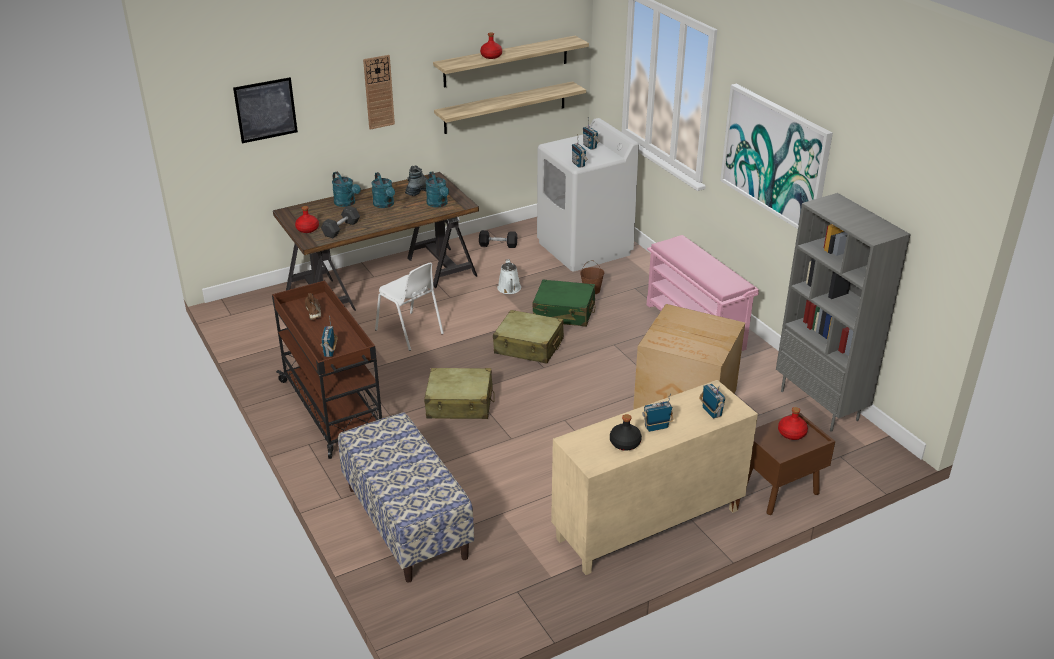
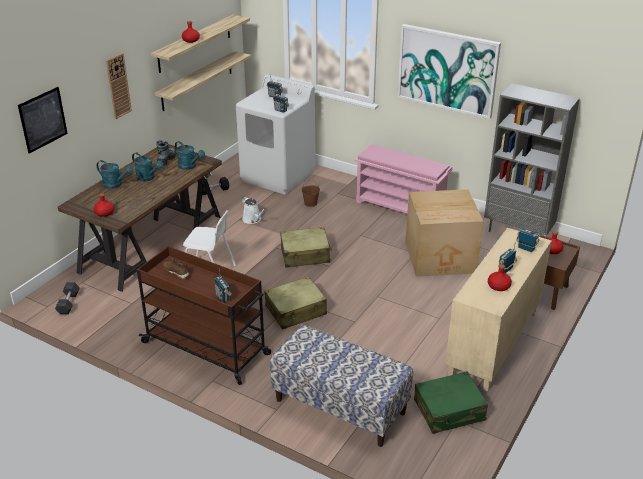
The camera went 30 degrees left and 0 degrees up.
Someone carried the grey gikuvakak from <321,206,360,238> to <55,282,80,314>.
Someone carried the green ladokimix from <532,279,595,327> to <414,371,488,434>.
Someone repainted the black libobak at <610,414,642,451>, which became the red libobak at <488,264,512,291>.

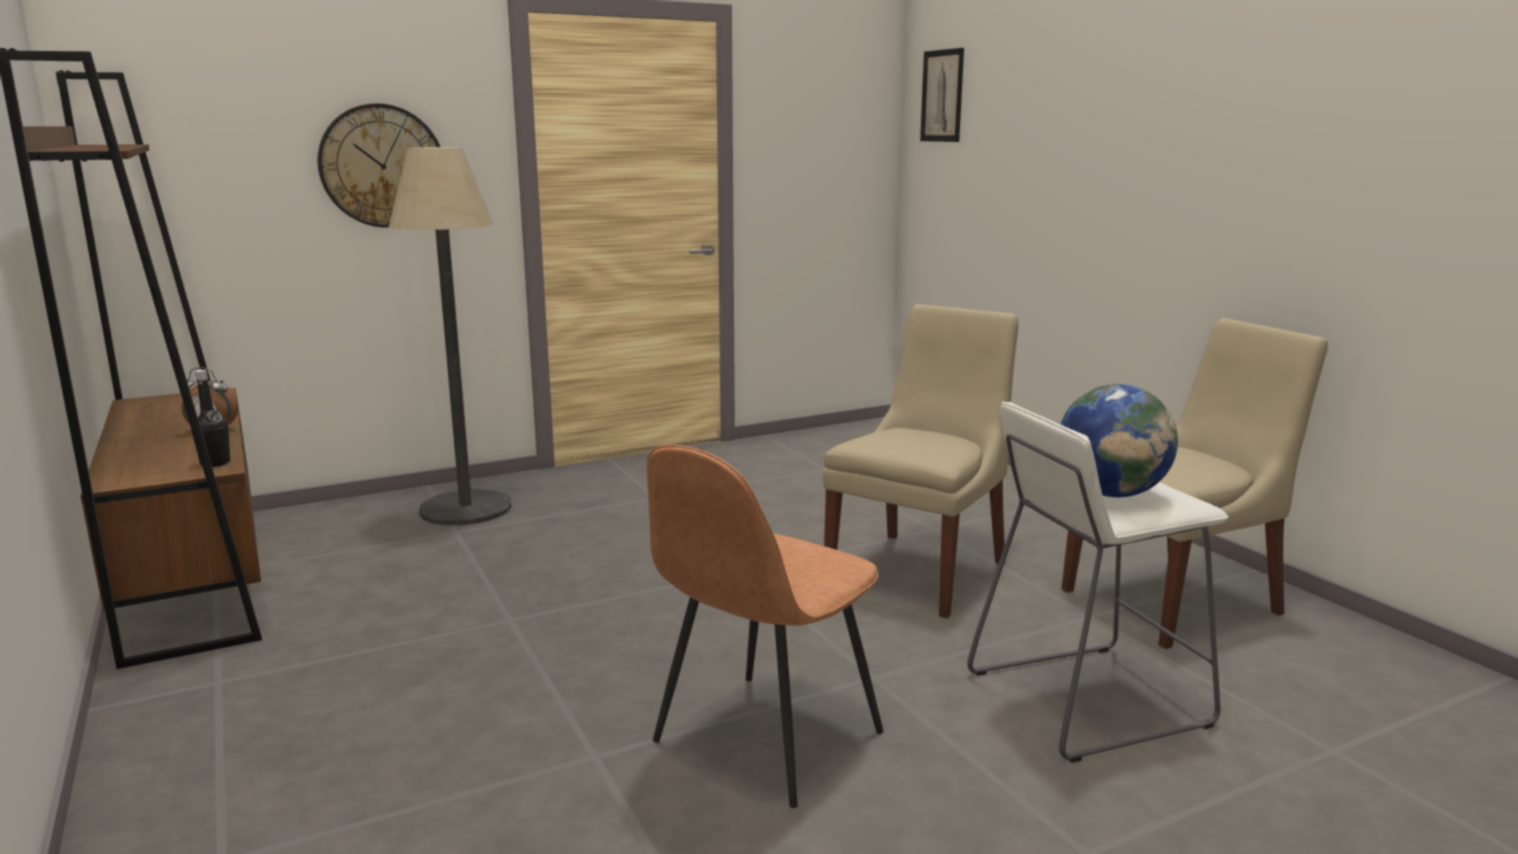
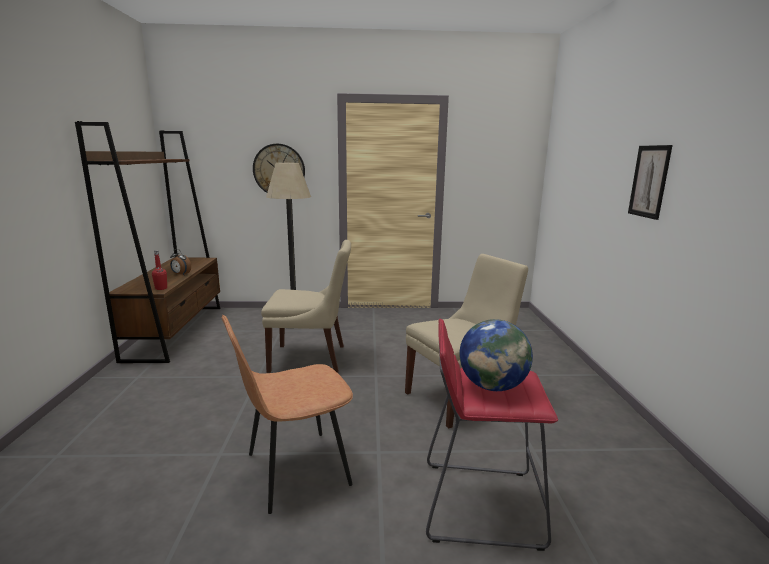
The camera went 25 degrees right and 0 degrees up.
Someone carried the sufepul from <920,48,964,142> to <628,145,673,220>.
Someone carried the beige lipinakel from <1062,318,1328,649> to <261,240,351,373>.
Someone repainted the black libobak at <191,370,230,467>, which became the red libobak at <152,251,167,290>.
Someone repainted the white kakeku at <967,402,1229,763>, which became the red kakeku at <426,319,558,551>.

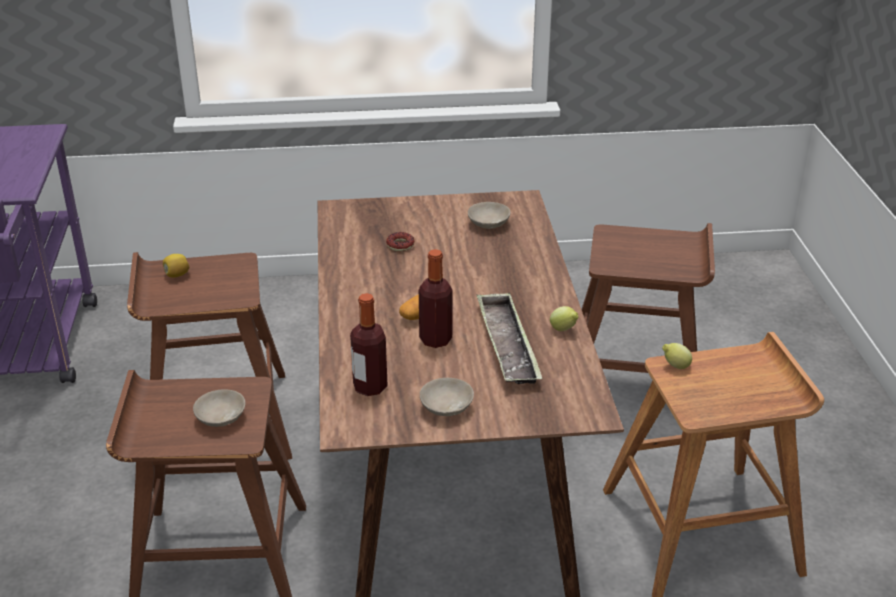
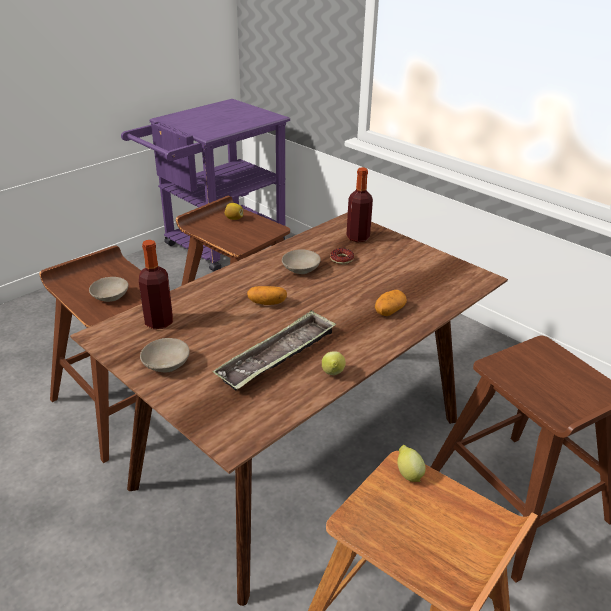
The camera went 50 degrees right and 0 degrees up.
Someone put down the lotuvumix at <375,290,407,316>.
Someone carried the libobak from <419,249,452,348> to <346,167,373,242>.
Someone carried the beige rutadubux from <468,202,511,229> to <282,249,321,274>.

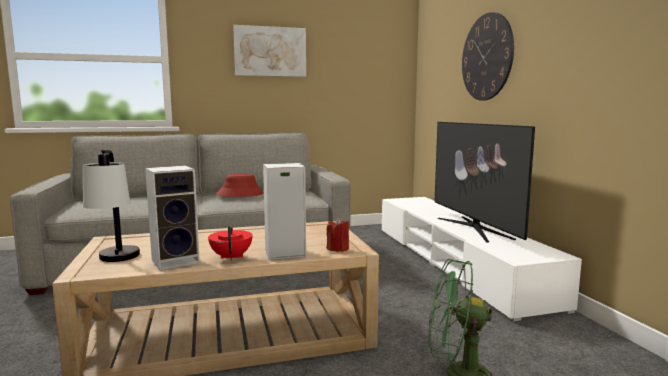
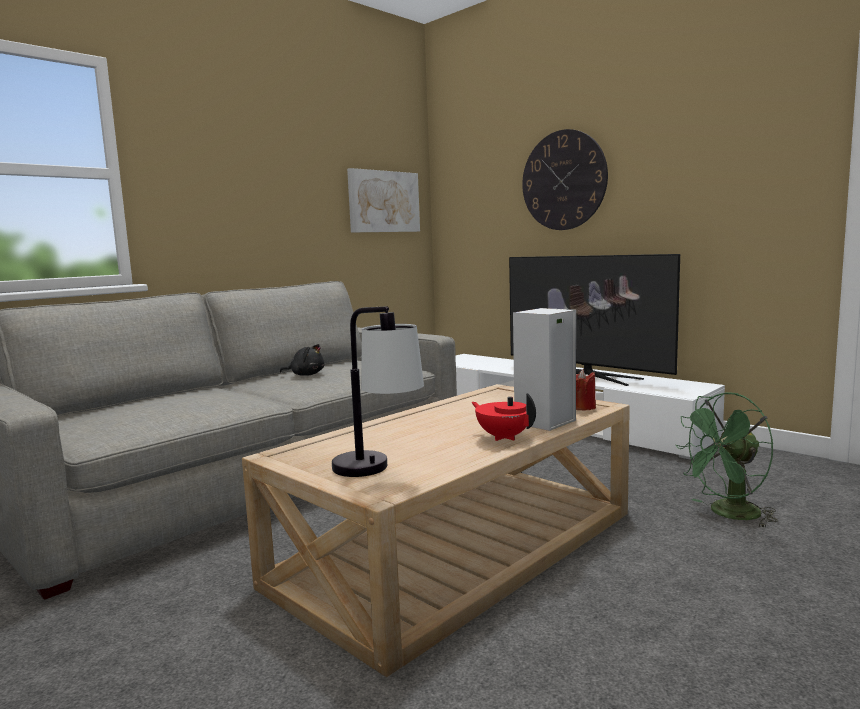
The camera went 30 degrees left and 0 degrees up.
Someone took away the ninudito at <145,166,200,270>.
Someone carried the sufepul from <233,25,306,77> to <347,168,420,233>.
Someone swapped the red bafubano at <216,174,264,197> for the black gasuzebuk at <280,344,324,376>.

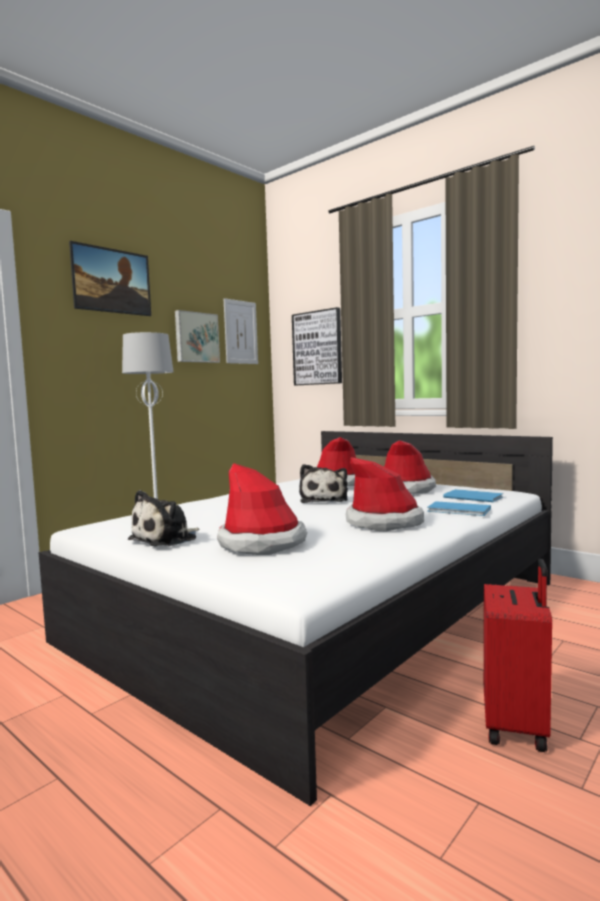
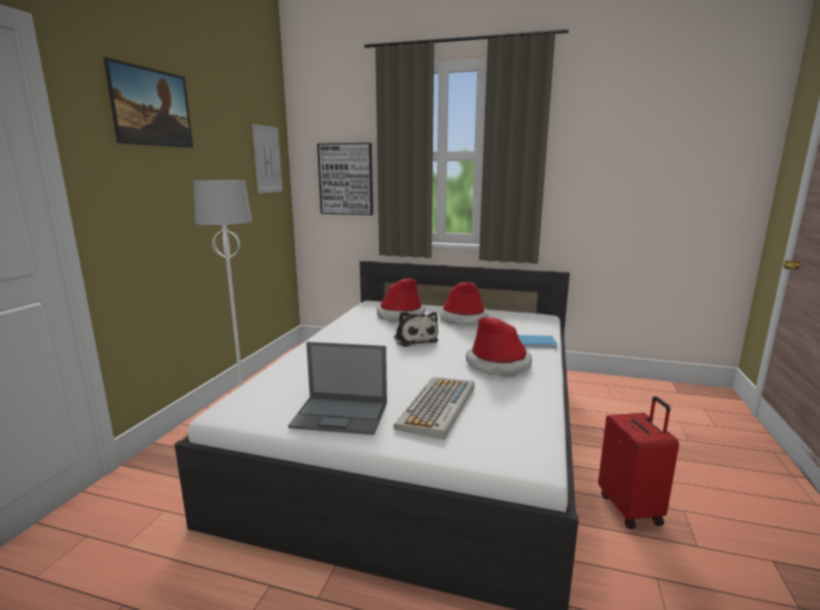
The camera went 25 degrees left and 10 degrees up.
Someone took away the sufepul at <175,310,220,363>.
Someone took away the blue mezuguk at <443,489,503,502>.
Someone swapped the gasuzebuk at <128,490,199,546> for the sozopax at <288,342,387,435>.
Someone swapped the bafubano at <217,463,307,555> for the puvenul at <393,377,475,440>.

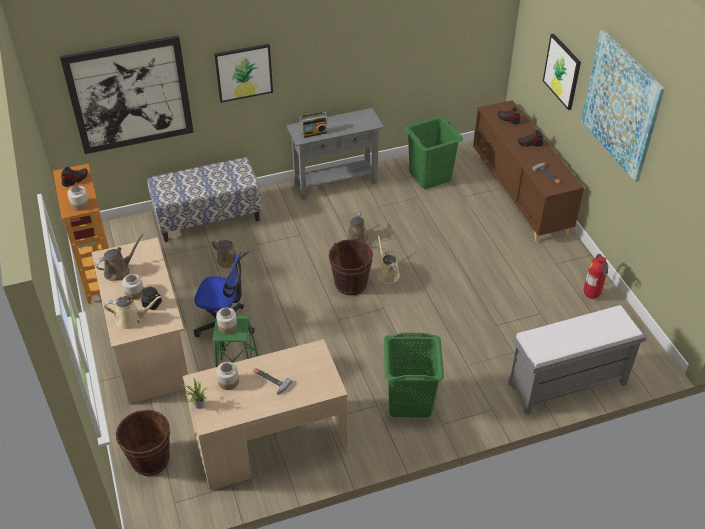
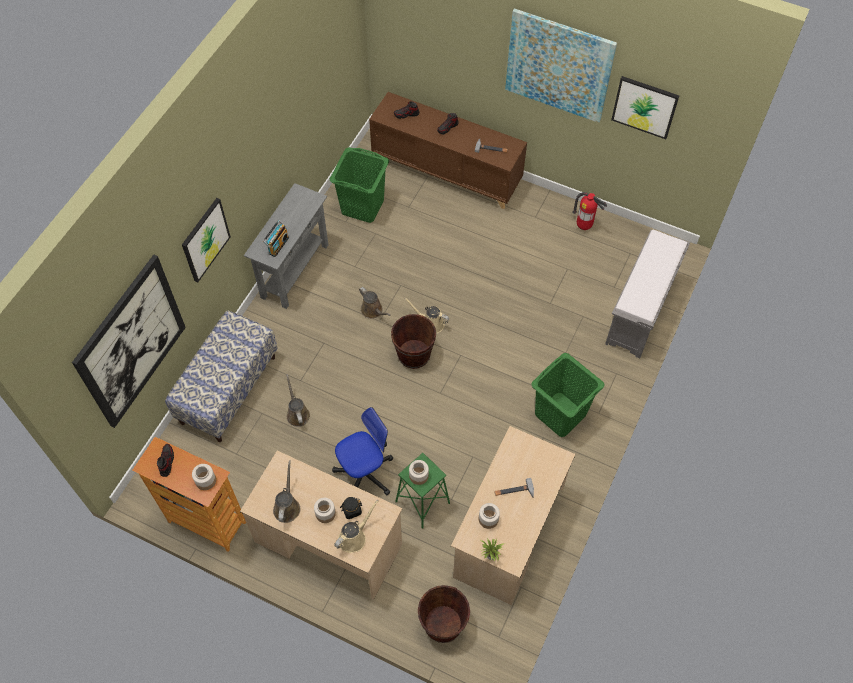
The camera went 45 degrees left and 15 degrees up.
Someone carried the sufepul from <543,34,581,110> to <611,76,679,139>.
Someone rotated the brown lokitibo at <211,239,253,268> by 90 degrees counterclockwise.

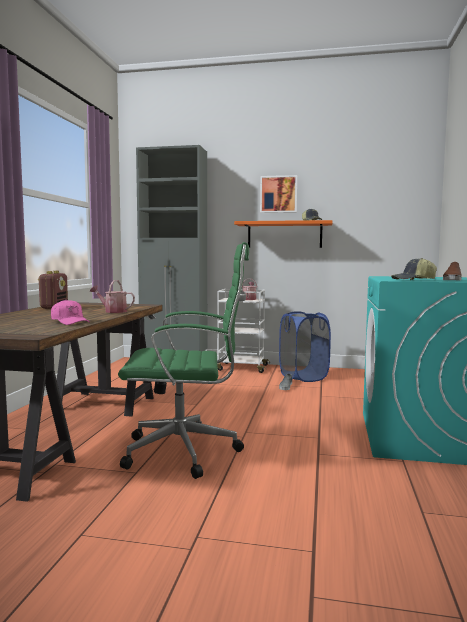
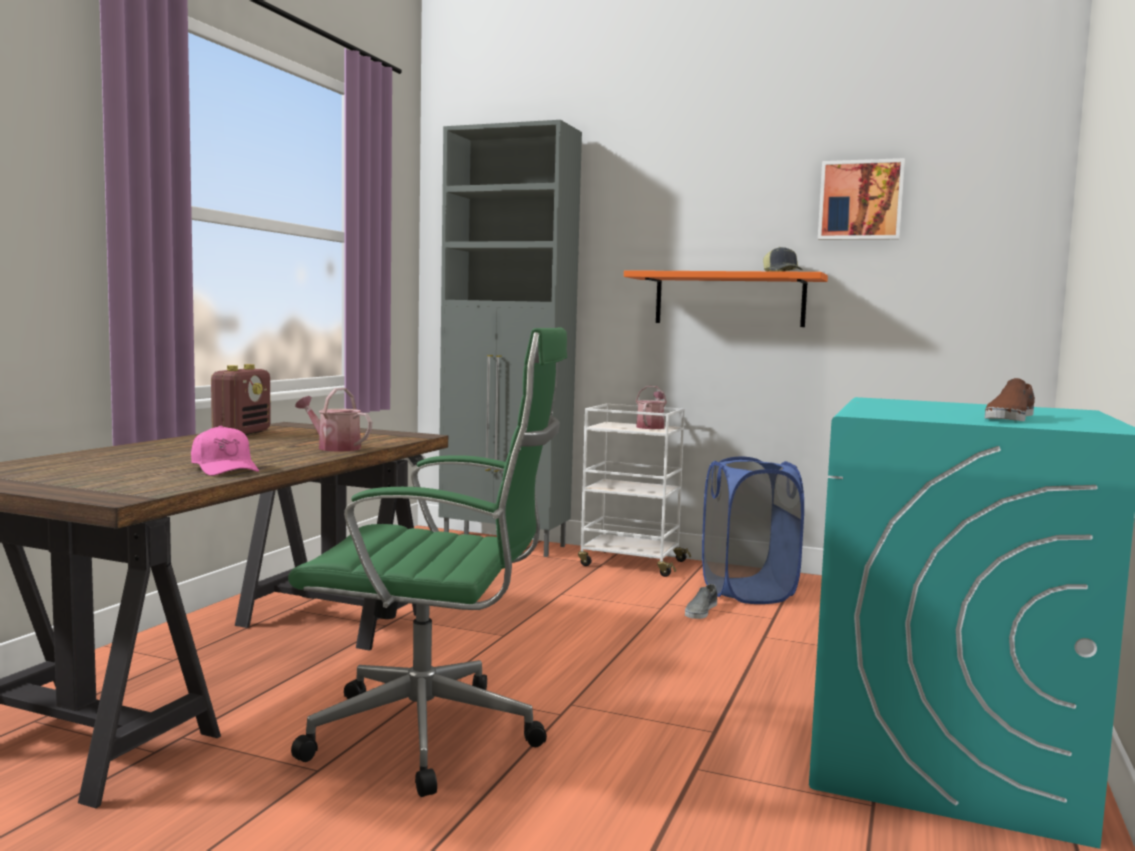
The camera went 10 degrees right and 0 degrees up.
Someone took away the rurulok at <391,258,437,280>.
Someone carried the sufepul from <260,175,297,213> to <818,158,905,240>.

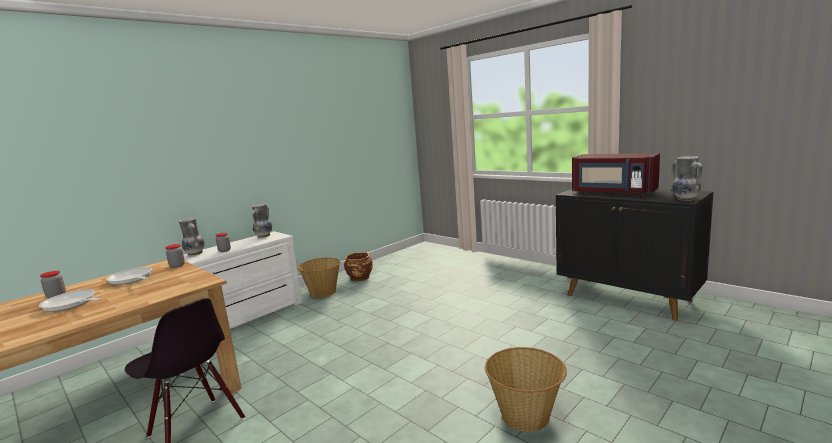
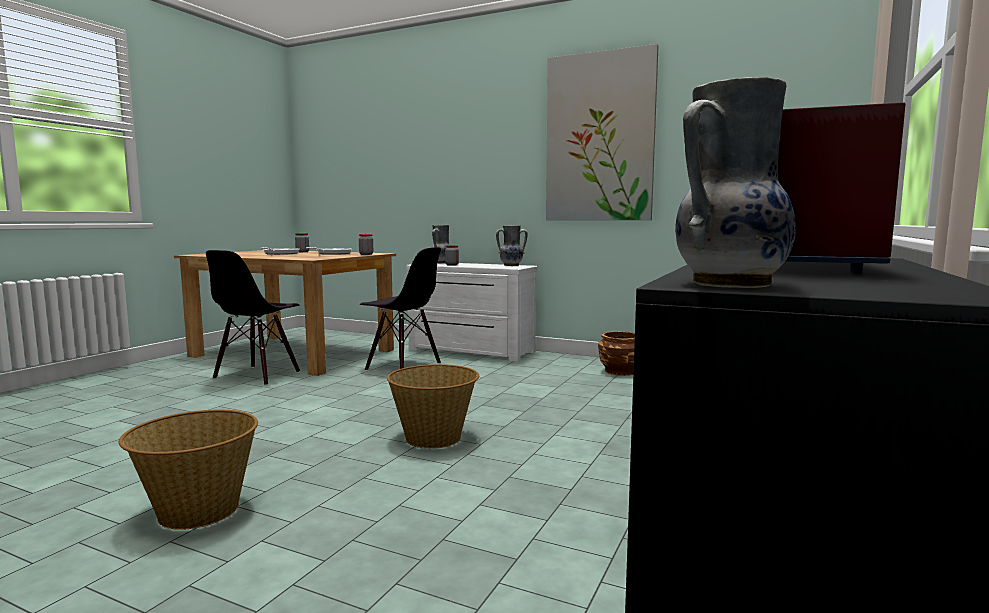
The camera went 70 degrees right and 5 degrees down.
Someone put down the black lipinakel at <360,247,441,371>.
Someone put up the sufepul at <546,44,658,220>.
Someone carried the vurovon from <297,257,341,298> to <387,364,479,449>.

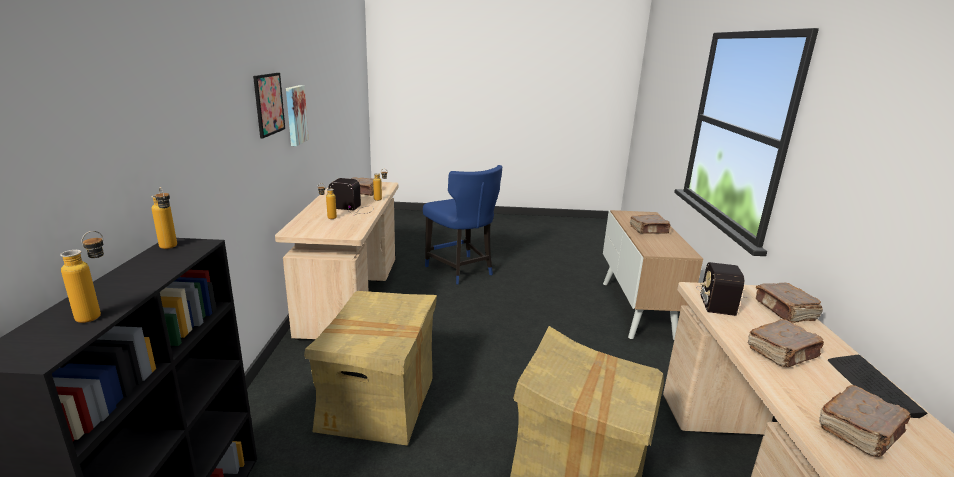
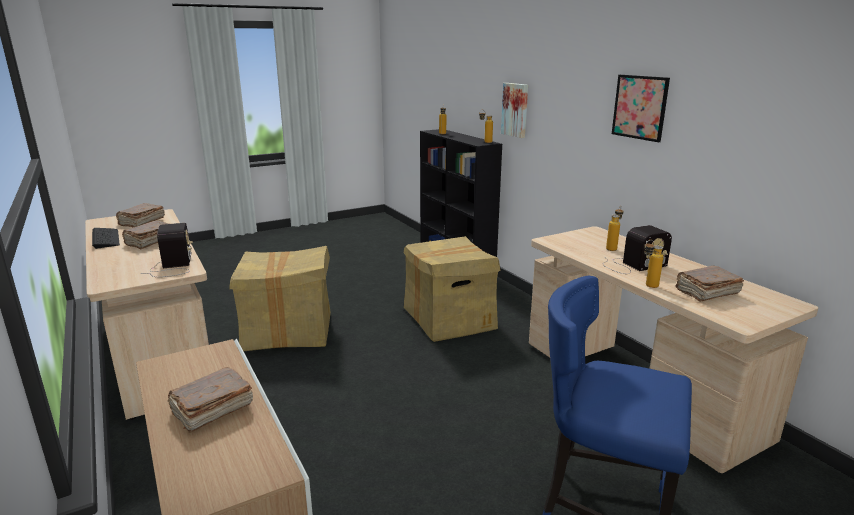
The camera went 150 degrees right and 0 degrees up.
Someone took away the brown mezuguk at <756,283,823,323>.
Someone carried the sufepul from <286,85,309,146> to <501,83,528,138>.

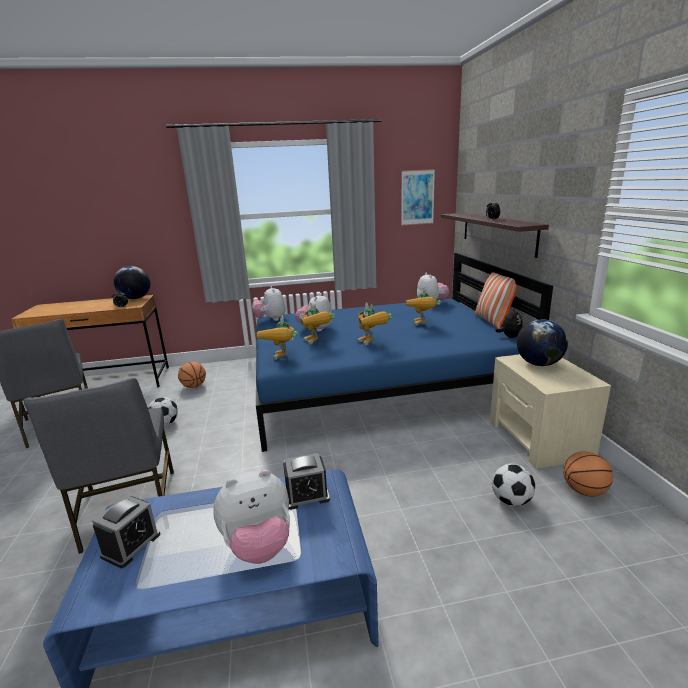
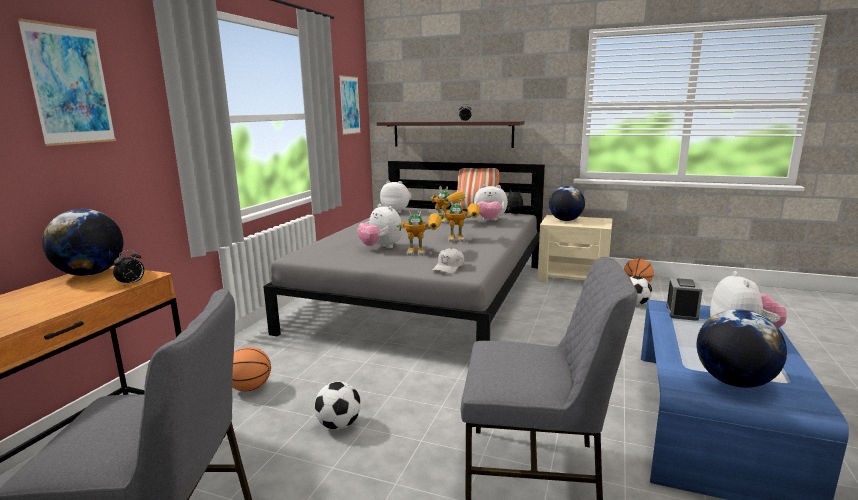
The camera went 60 degrees left and 5 degrees down.
Someone put up the sufepul at <17,18,116,146>.
Someone carried the gasuzebuk from <252,286,286,321> to <474,185,508,221>.
Someone swapped the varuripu at <92,495,160,568> for the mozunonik at <697,309,787,388>.
Someone swapped the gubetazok at <257,315,298,360> for the white rurulok at <432,248,464,274>.
Someone repainted the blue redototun at <256,253,553,452>, which became the grey redototun at <263,161,545,341>.

